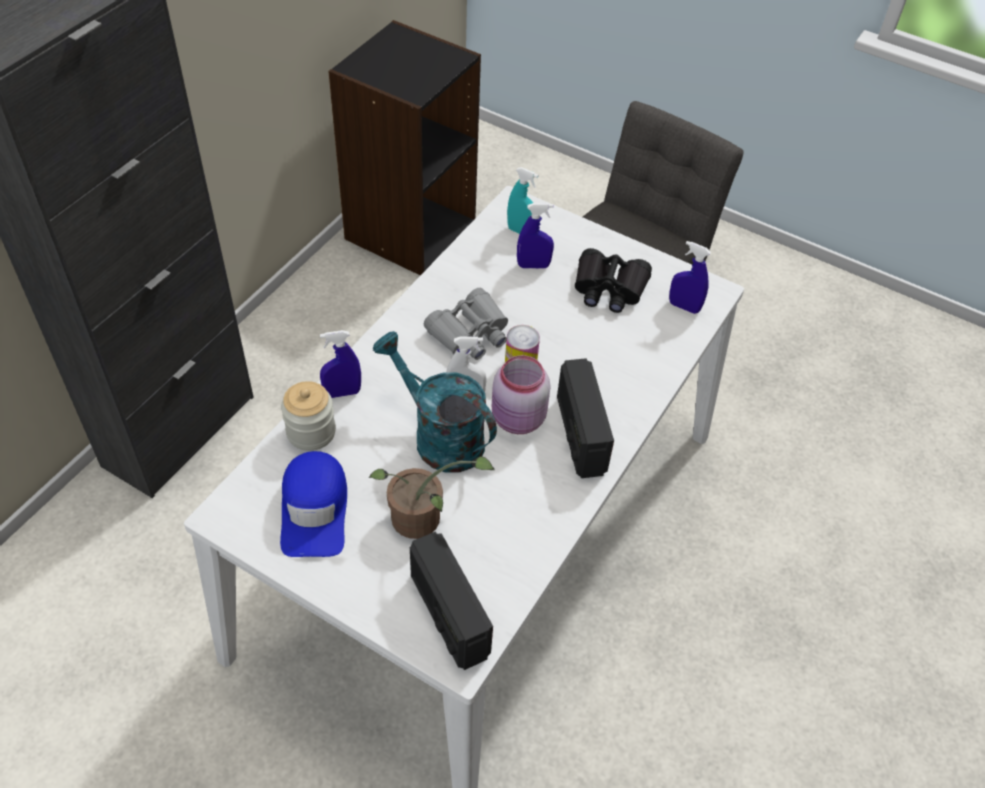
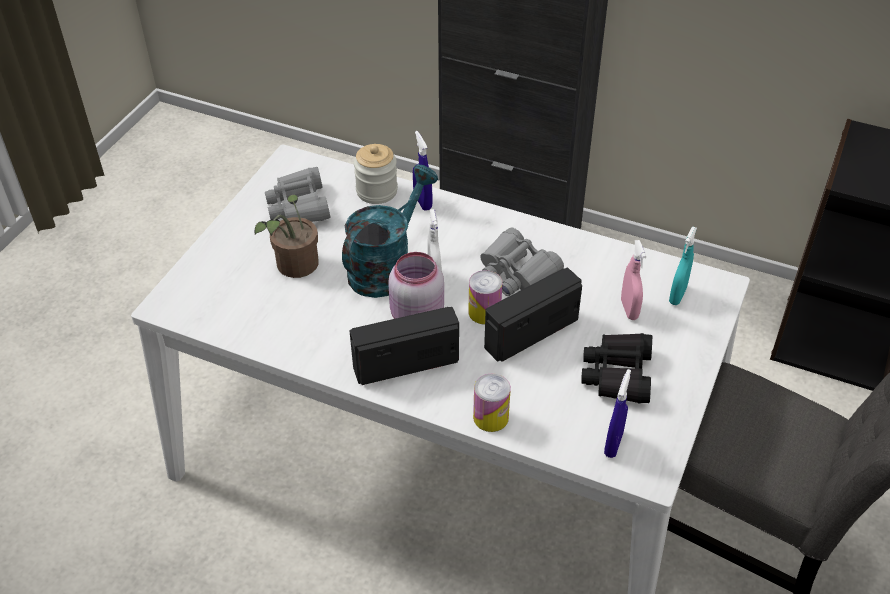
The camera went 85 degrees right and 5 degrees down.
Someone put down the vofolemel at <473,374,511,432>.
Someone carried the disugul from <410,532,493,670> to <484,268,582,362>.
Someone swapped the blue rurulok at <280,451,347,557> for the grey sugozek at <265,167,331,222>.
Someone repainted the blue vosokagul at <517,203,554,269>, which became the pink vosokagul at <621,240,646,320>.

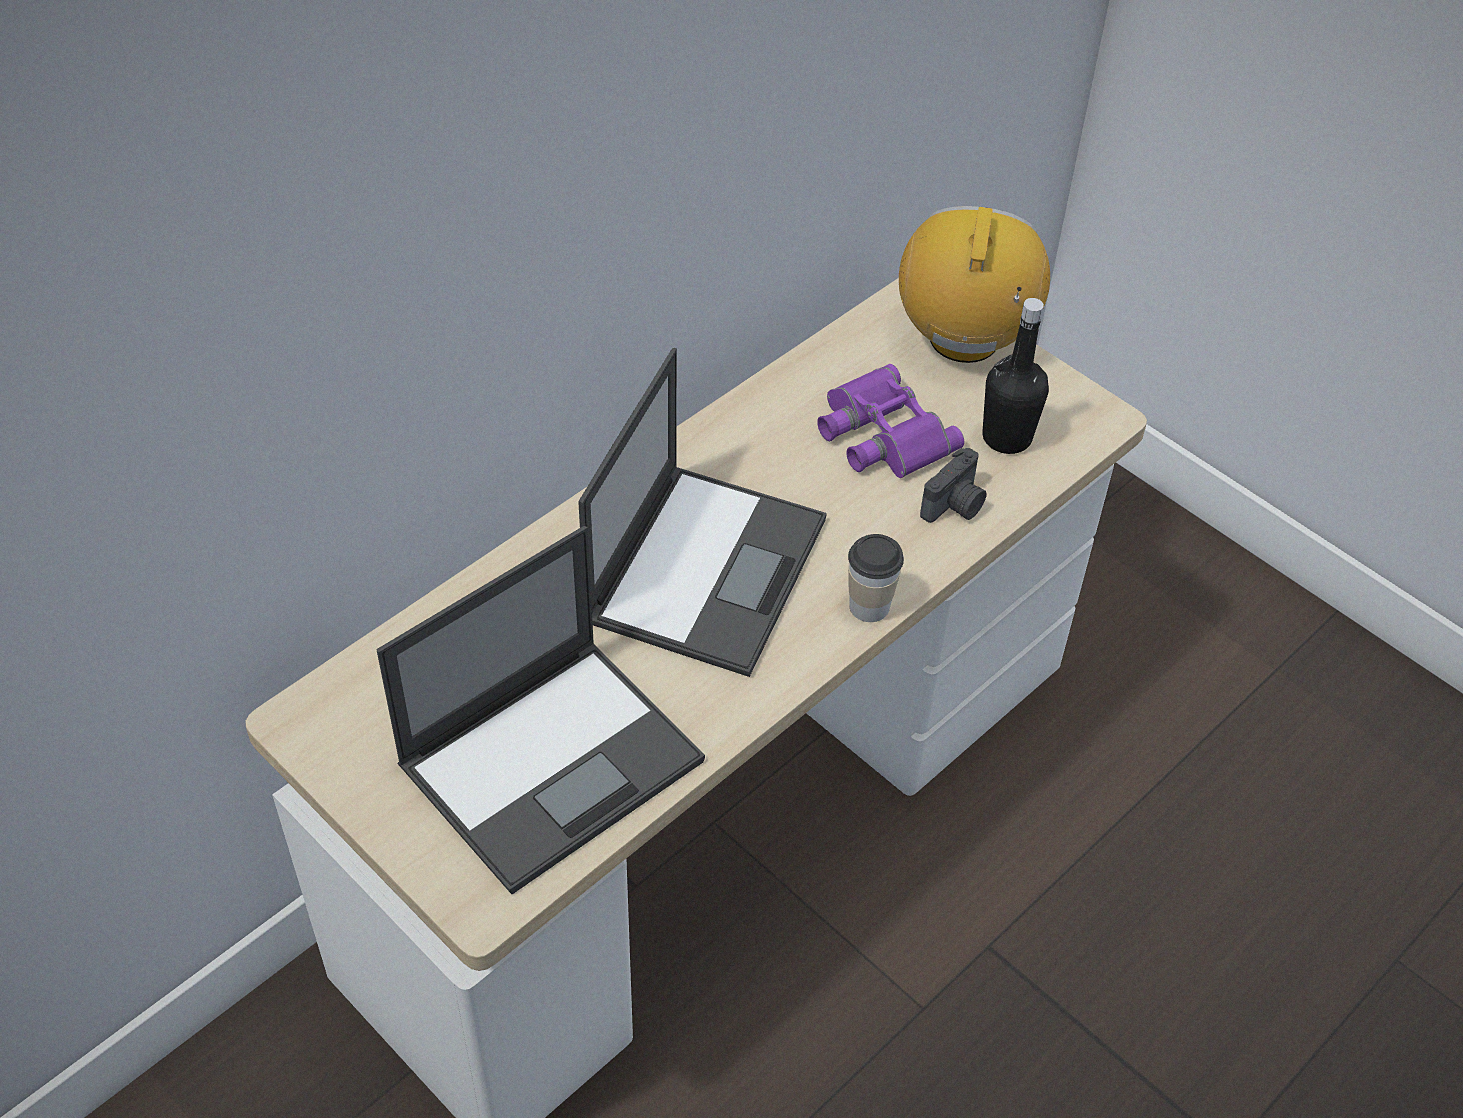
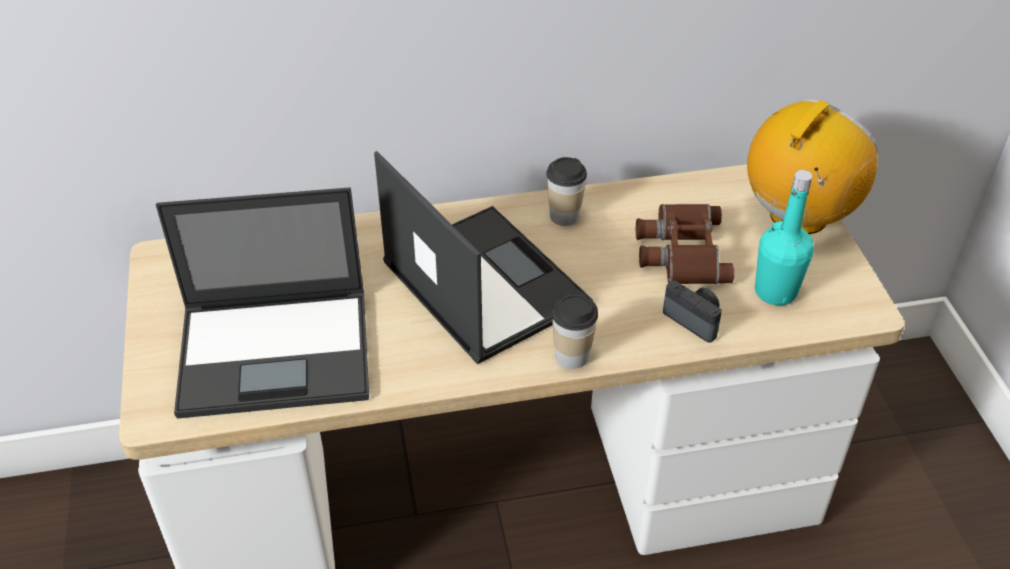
The camera went 35 degrees right and 5 degrees down.
Someone put down the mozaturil at <546,157,587,226>.
Someone repainted the purple sugozek at <817,364,964,478>, which became the brown sugozek at <636,204,734,284>.
Someone repainted the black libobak at <982,298,1049,454>, which became the turquoise libobak at <755,170,814,305>.
Someone rotated the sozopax at <578,348,827,677> by 90 degrees counterclockwise.
Someone rotated the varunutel at <920,448,987,523> by 120 degrees counterclockwise.

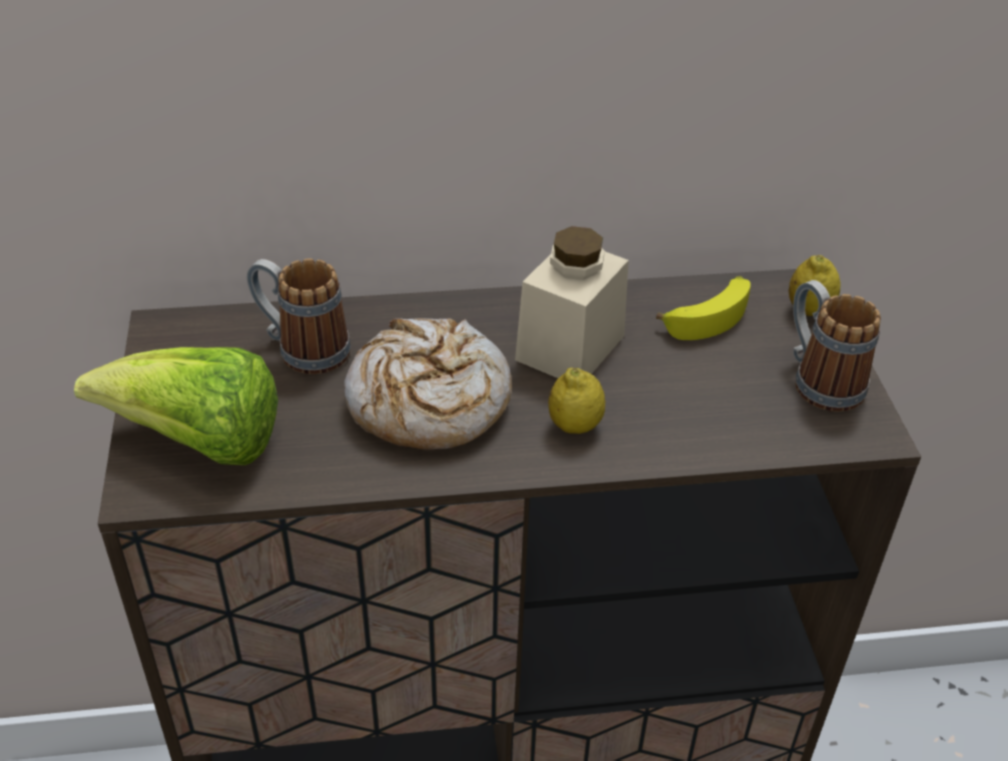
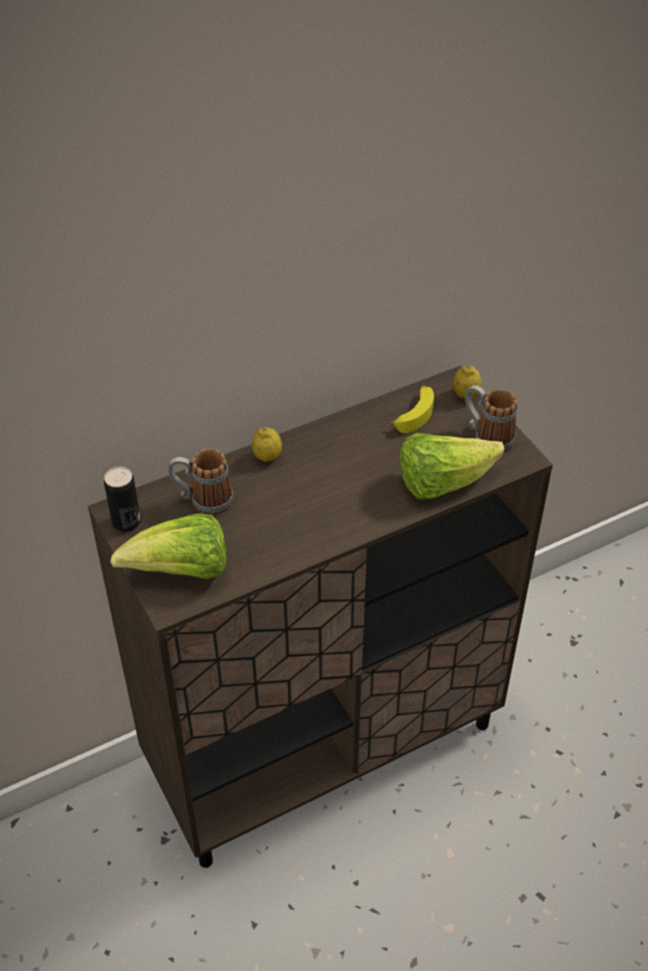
The camera went 20 degrees left and 5 degrees up.
Someone took away the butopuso at <344,318,512,450>.
Someone took away the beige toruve at <515,226,629,378>.
Someone put down the vofolemel at <104,467,141,532>.
Someone put down the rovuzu at <400,433,504,499>.
Someone carried the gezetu from <548,368,605,434> to <252,427,282,462>.

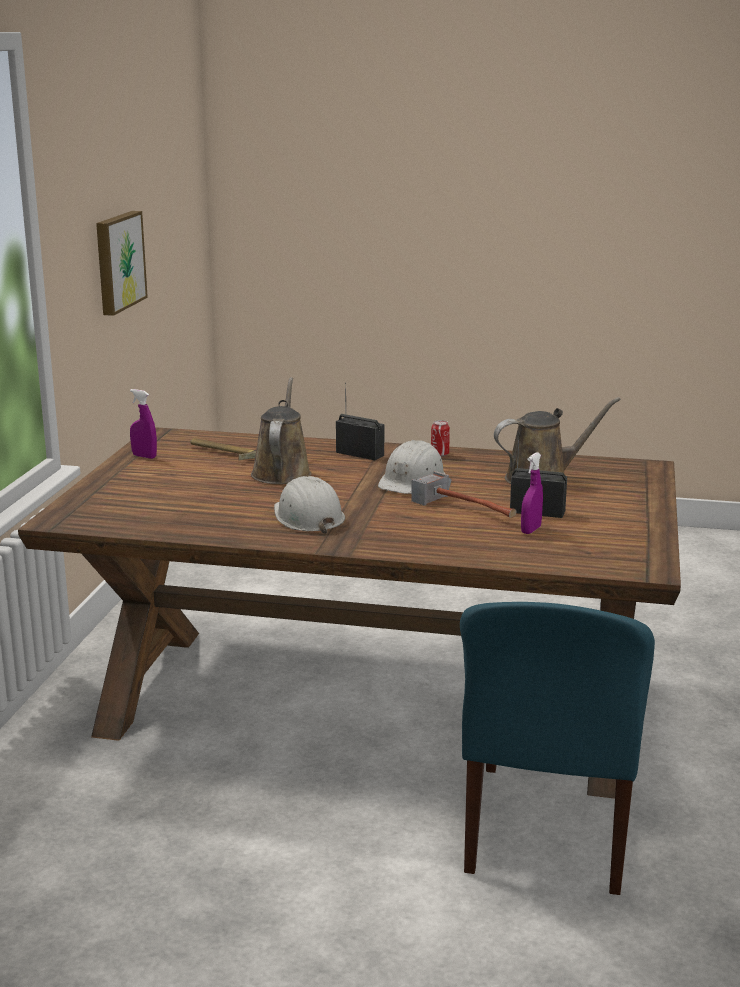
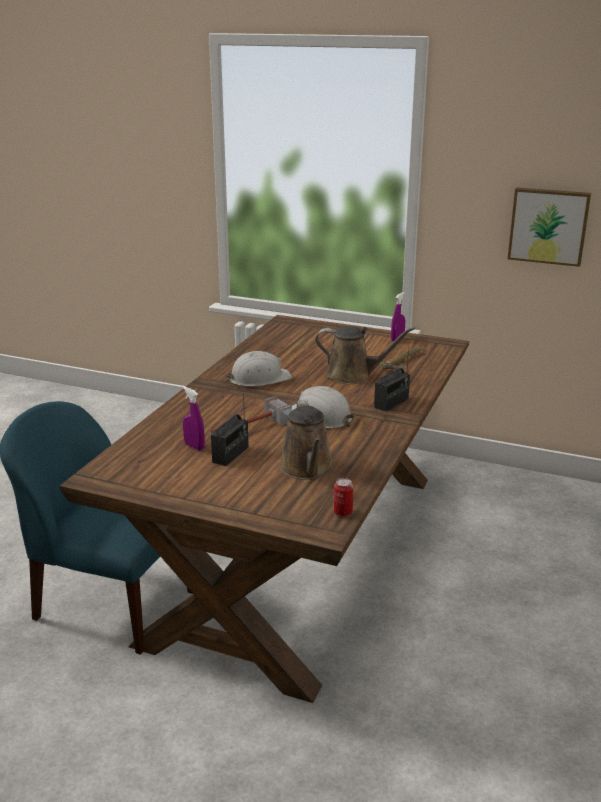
The camera went 100 degrees right and 5 degrees up.
Someone carried the vofolemel from <431,420,450,457> to <333,478,353,516>.

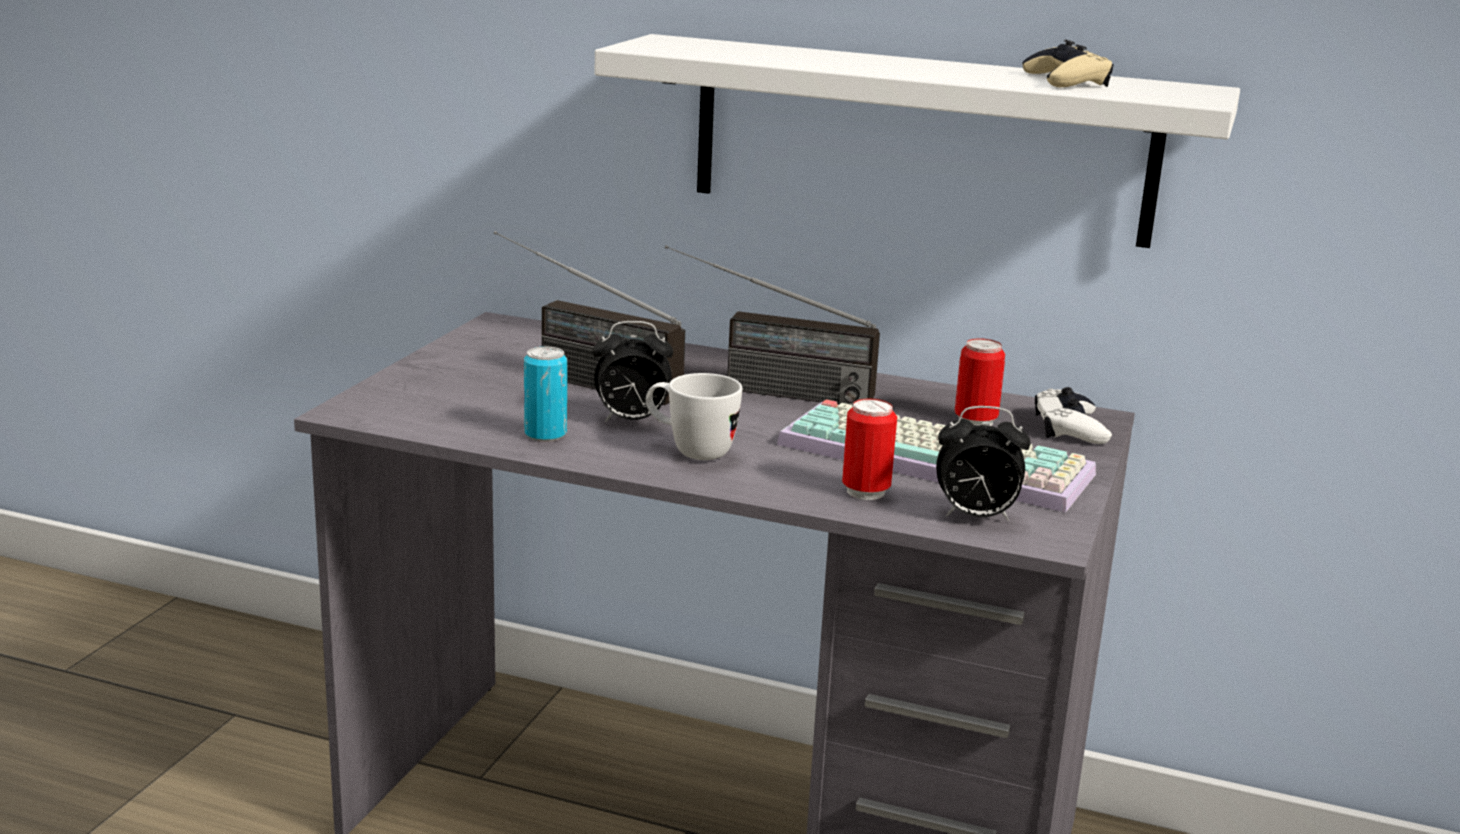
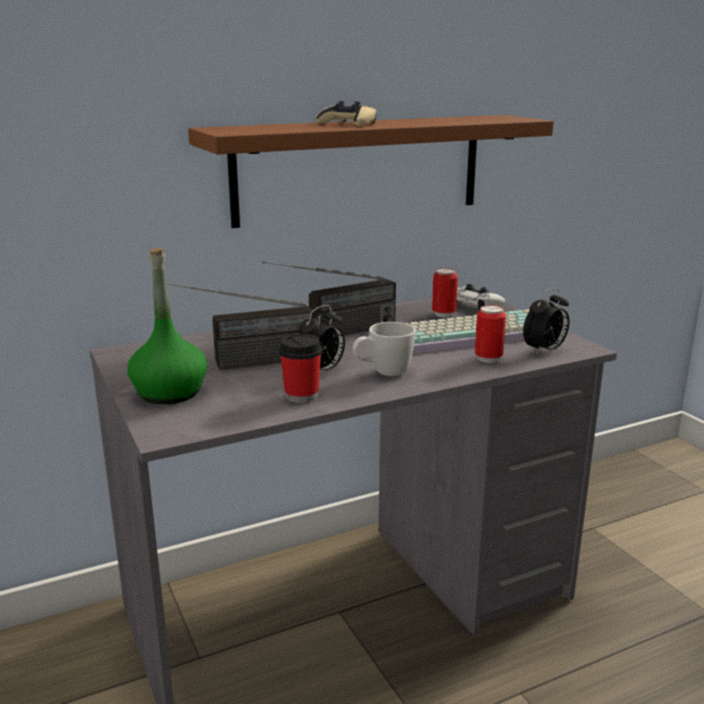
The camera went 45 degrees left and 0 degrees up.
Someone put down the green libobak at <127,247,207,404>.
Someone carried the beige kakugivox from <1022,40,1114,87> to <316,101,377,126>.
Someone swapped the vofolemel at <524,346,567,442> for the mozaturil at <279,334,322,403>.
Someone repainted the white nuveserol at <595,34,1240,248>, which became the brown nuveserol at <188,115,554,228>.

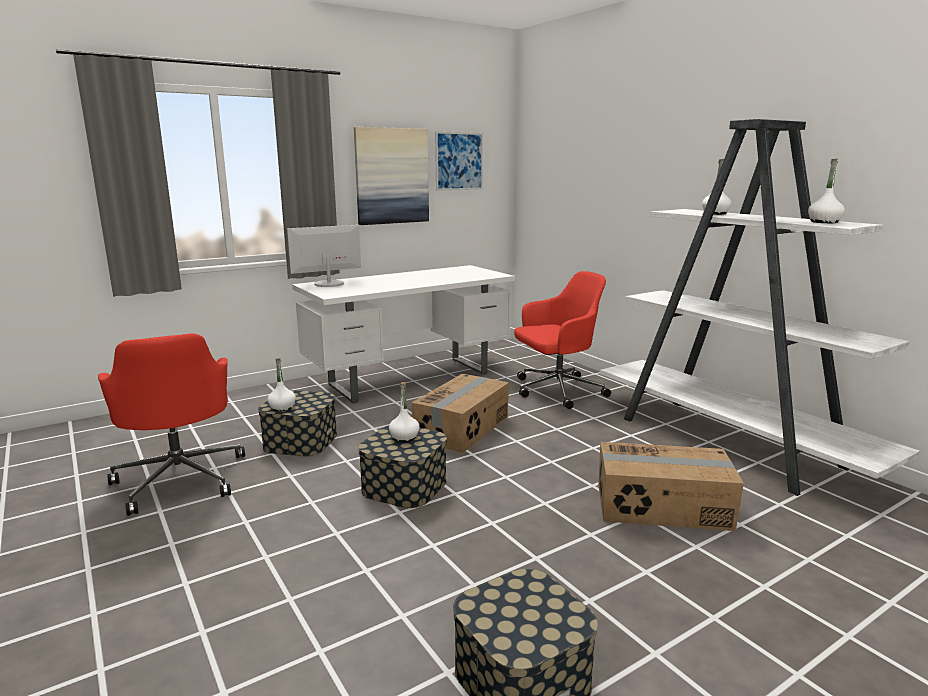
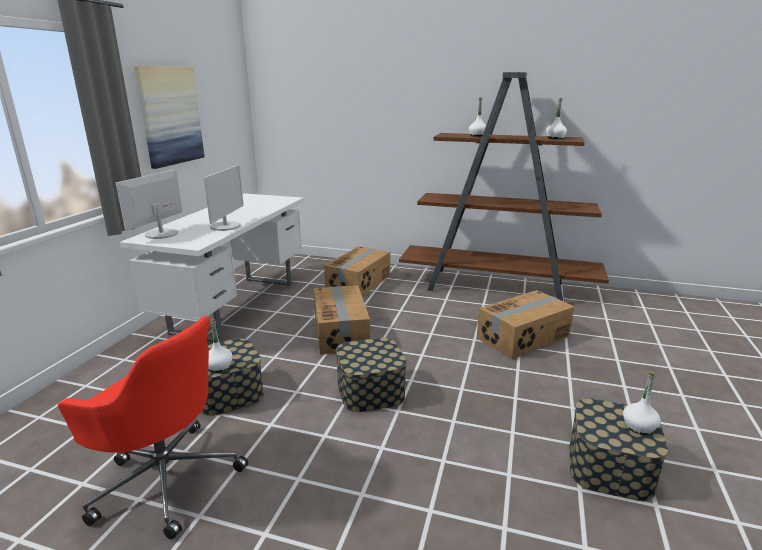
The camera went 40 degrees left and 5 degrees up.
Someone took away the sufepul at <435,131,483,191>.
Someone put down the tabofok at <204,165,244,231>.
Someone carried the white libobak from <389,382,420,442> to <623,371,661,435>.
Someone swapped the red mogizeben at <514,271,611,409> for the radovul at <324,246,390,296>.
Someone repainted the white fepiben at <600,119,920,496>, which became the brown fepiben at <399,72,609,302>.

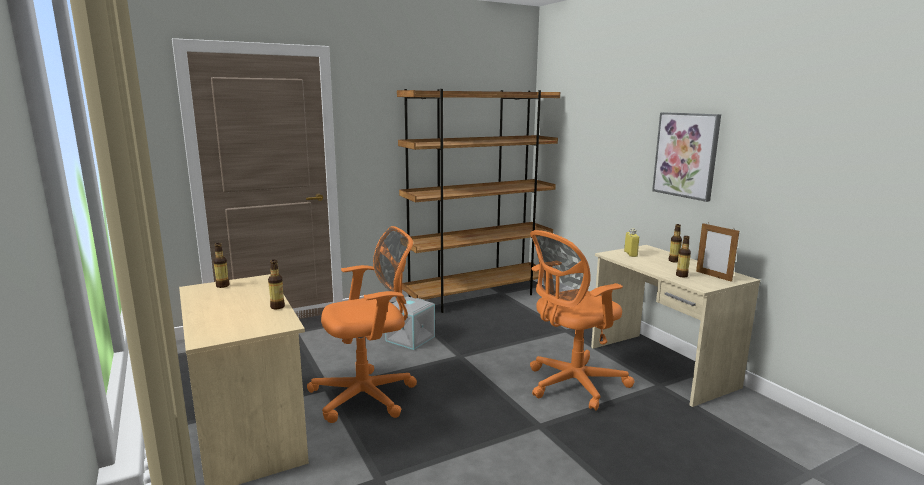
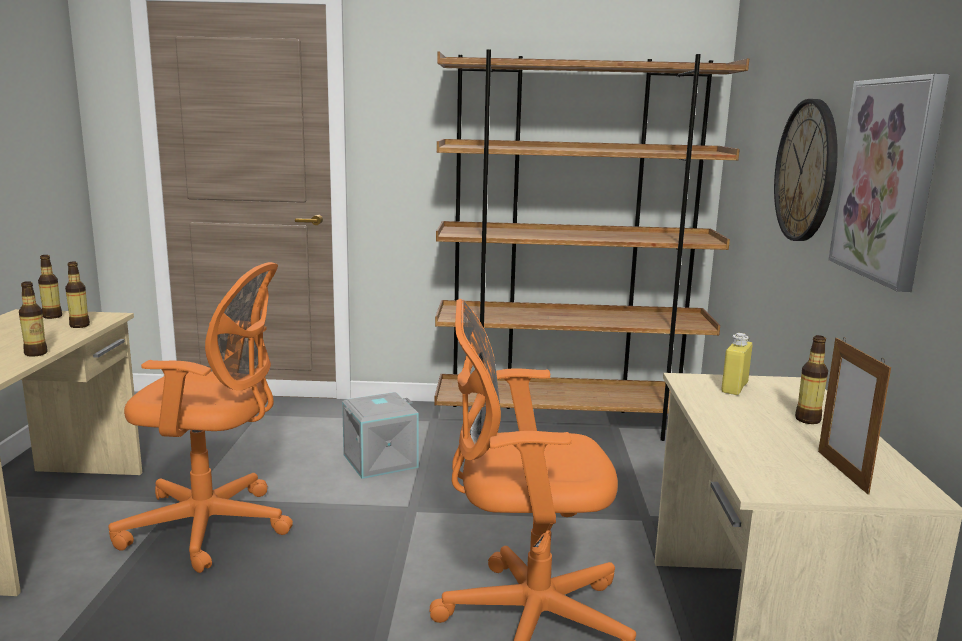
The camera went 30 degrees right and 0 degrees up.
Someone put up the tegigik at <774,99,838,241>.
Someone carried the libobak from <676,236,691,278> to <65,261,90,328>.

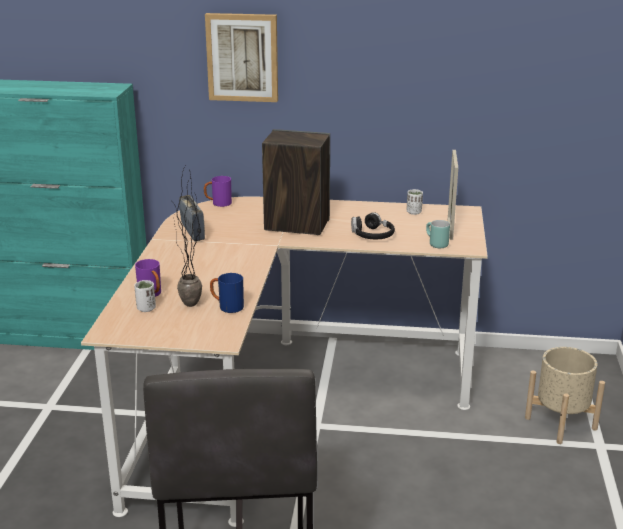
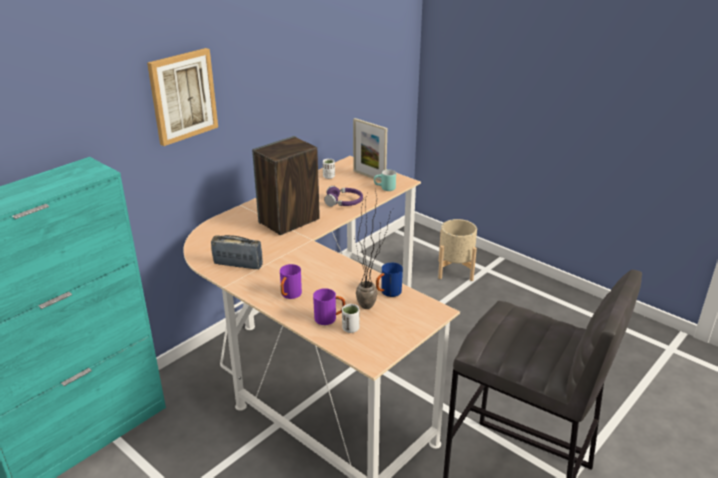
The camera went 55 degrees left and 5 degrees up.
Someone carried the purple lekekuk from <204,176,232,207> to <280,264,302,299>.
Someone repainted the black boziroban at <351,212,395,239>, which became the purple boziroban at <324,186,363,207>.

